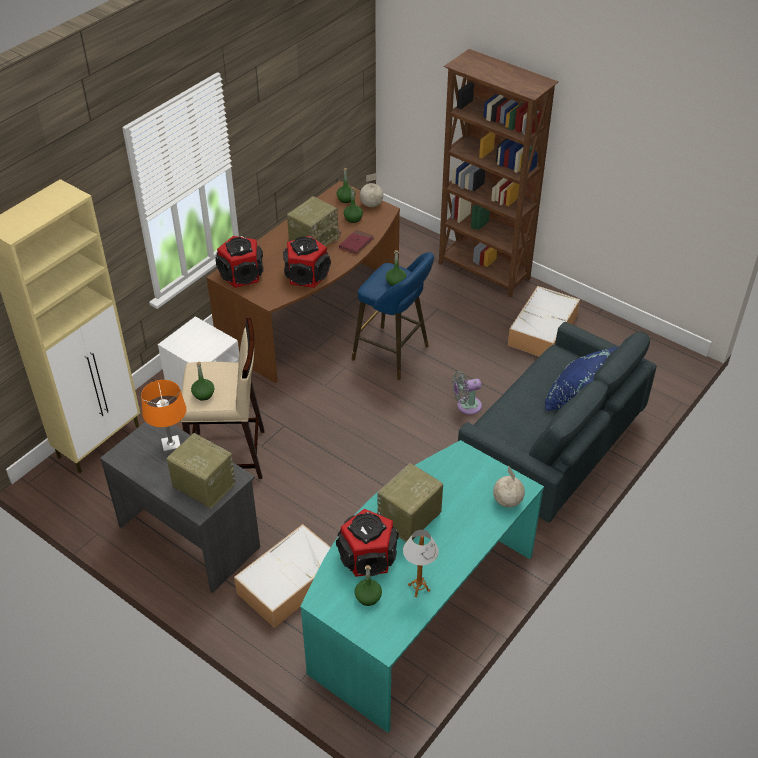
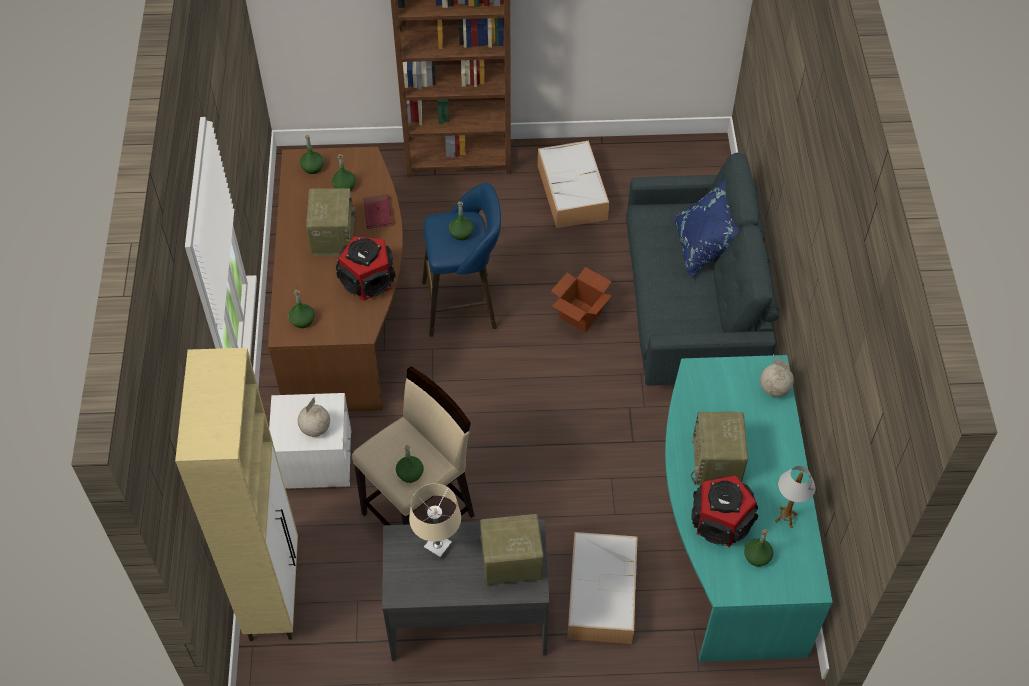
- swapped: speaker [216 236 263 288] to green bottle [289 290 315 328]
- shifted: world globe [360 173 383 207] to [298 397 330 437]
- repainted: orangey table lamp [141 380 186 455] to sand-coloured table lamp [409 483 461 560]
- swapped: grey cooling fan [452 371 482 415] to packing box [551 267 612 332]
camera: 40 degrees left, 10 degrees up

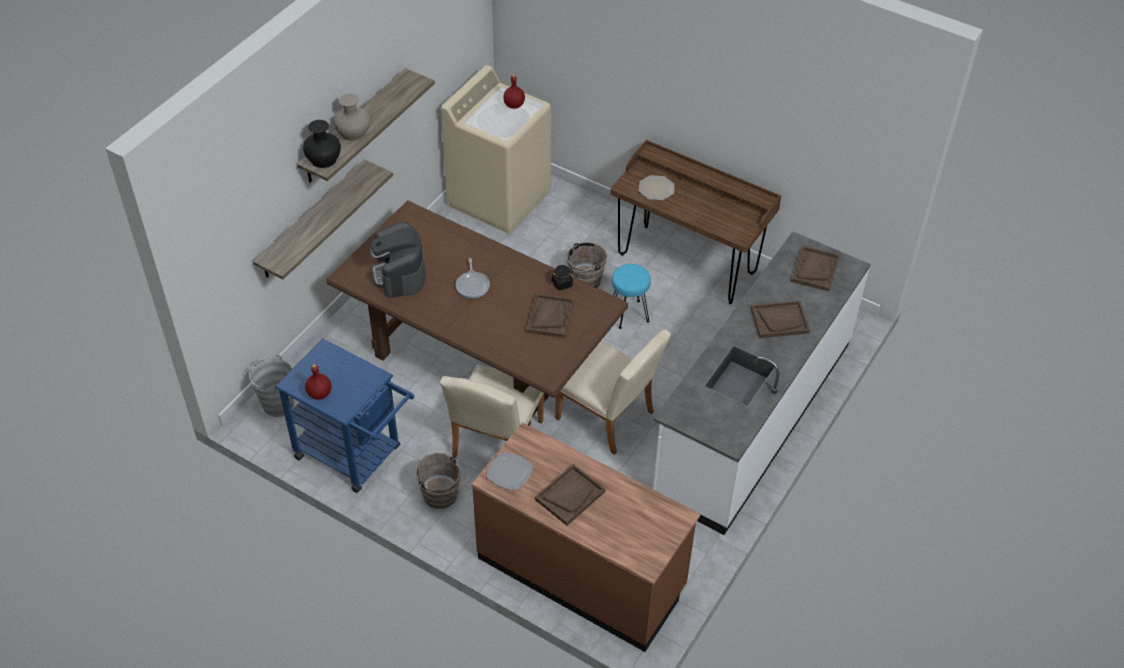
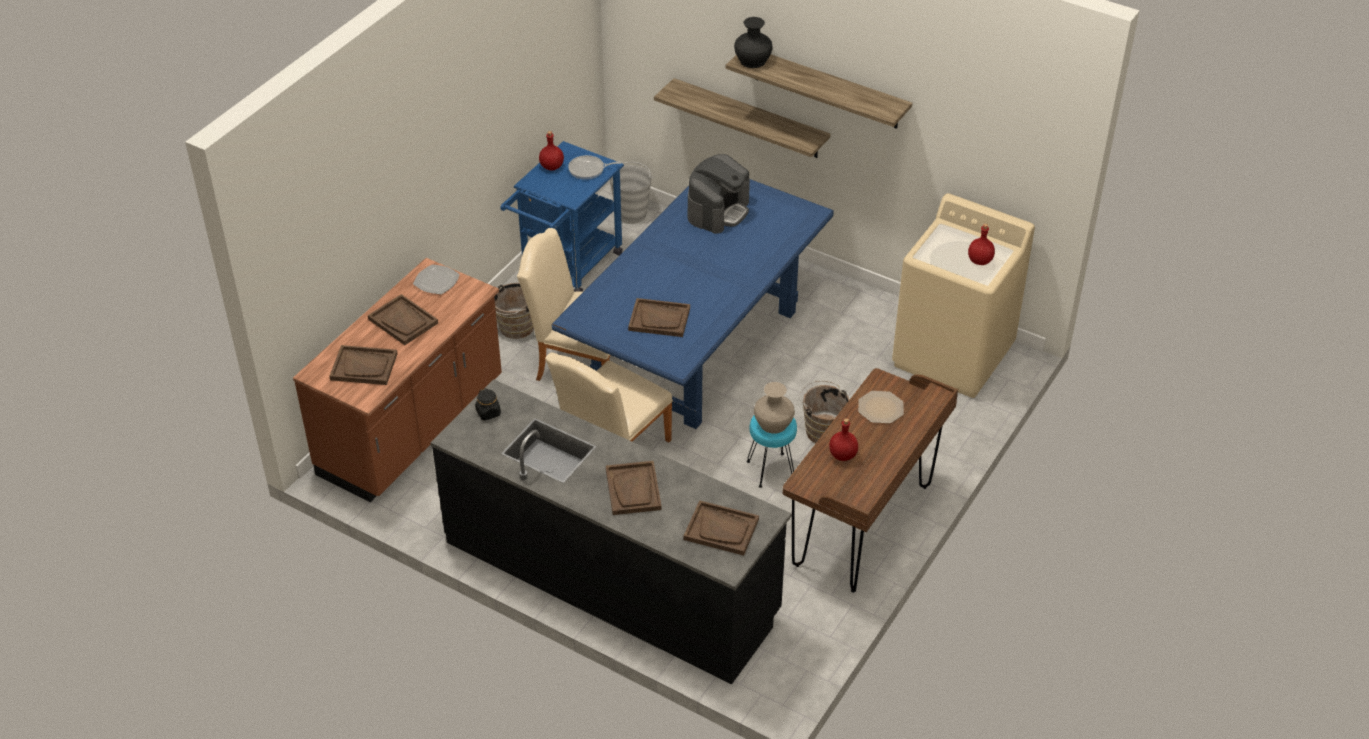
- new: brown tray [329 345 397 385]
- repainted: whitish kitchen base unit [653 231 871 535] to black-coloured kitchen base unit [430 379 791 685]
- shifted: black-coloured storage jar [551 265 574 290] to [475 388 501 421]
- repainted: brown dining table [326 200 628 426] to blue dining table [552 179 834 429]
- shifted: pan [456 258 490 299] to [568 155 622 180]
- rotated: coffee brewer [370 222 425 298] = [687 154 750 234] 135 degrees clockwise
- shifted: sand-coloured decorative vase [333 93 370 141] to [754 382 795 434]
- new: red bottle [829 418 858 461]
camera: 90 degrees right, 5 degrees down

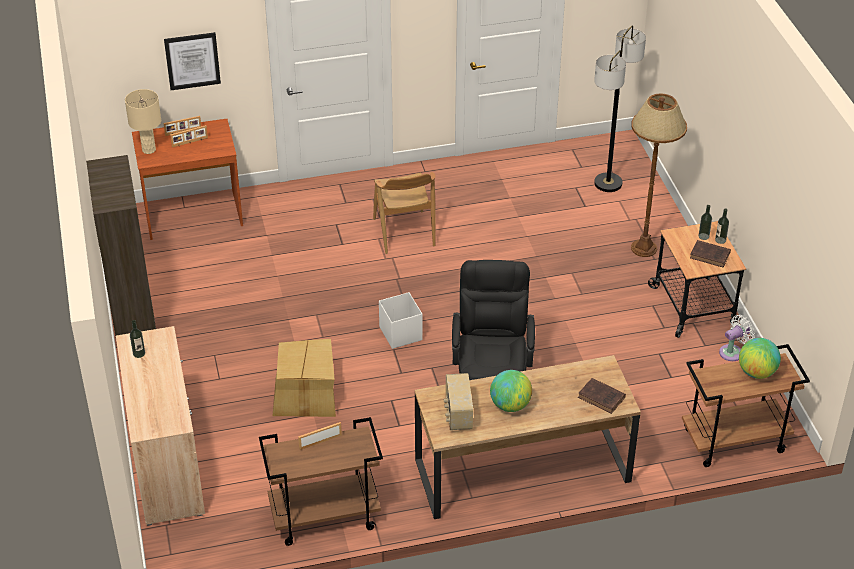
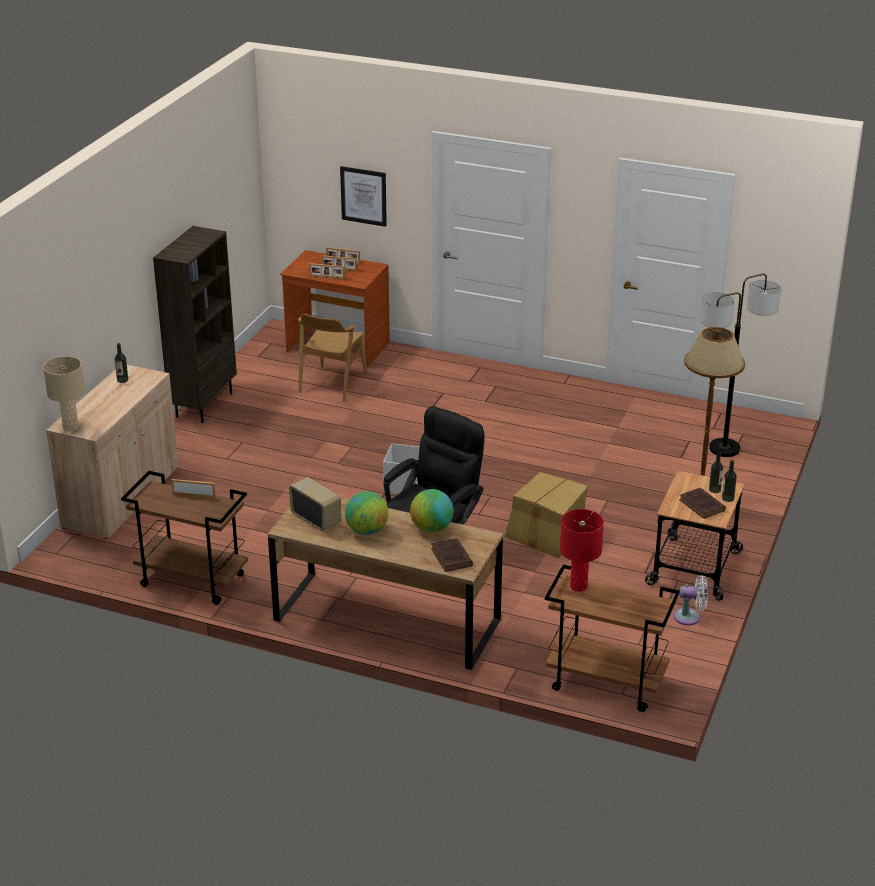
- shifted: sand-coloured table lamp [125 89 161 154] to [43 356 85 431]
- rotated: radio receiver [444 373 473 430] = [289 477 341 531] 105 degrees clockwise
- shifted: brown upright chair [373 172 436 254] to [298 314 367 402]
- new: standing frame [309 263 345 280]
- shifted: world globe [739 338 781 379] to [410 489 453 532]
- shifted: packing box [273 339 336 417] to [505 472 588 558]
- new: red table lamp [560 509 604 592]
camera: 35 degrees right, 10 degrees down

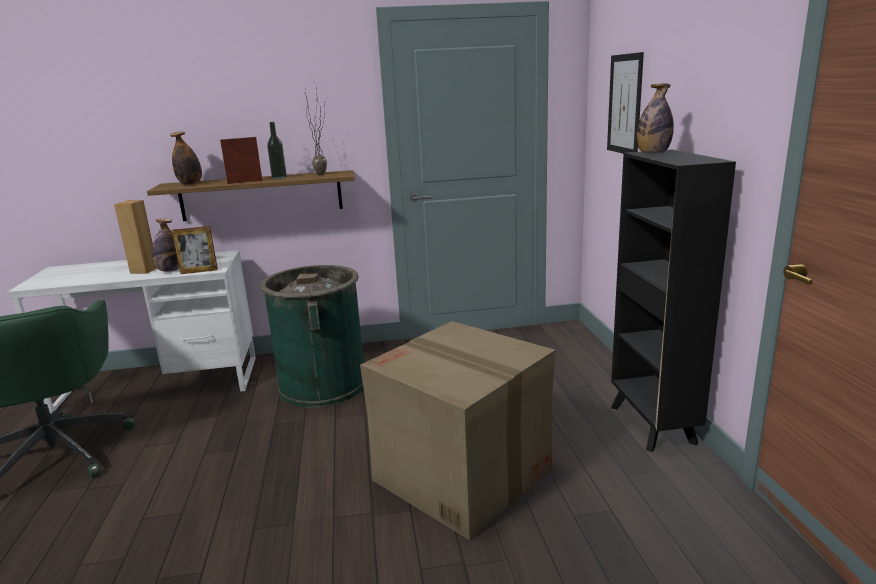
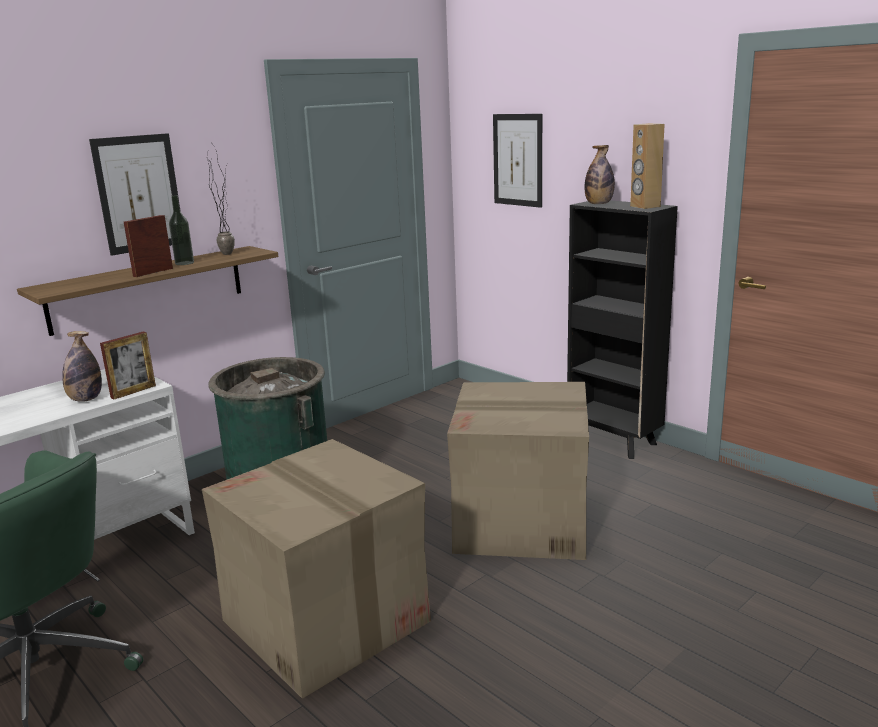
- new: picture [89 133 180 256]
- new: packing box [202 439 431 699]
- shifted: brown speaker [114 200 157 274] to [630 123 665 209]
- gone: bottle [170 132 202 185]
camera: 35 degrees left, 0 degrees up

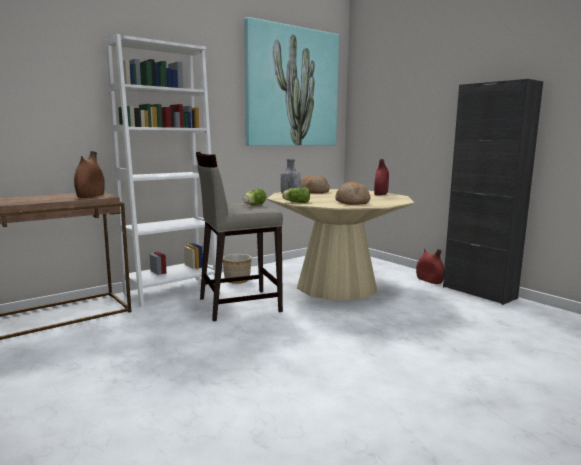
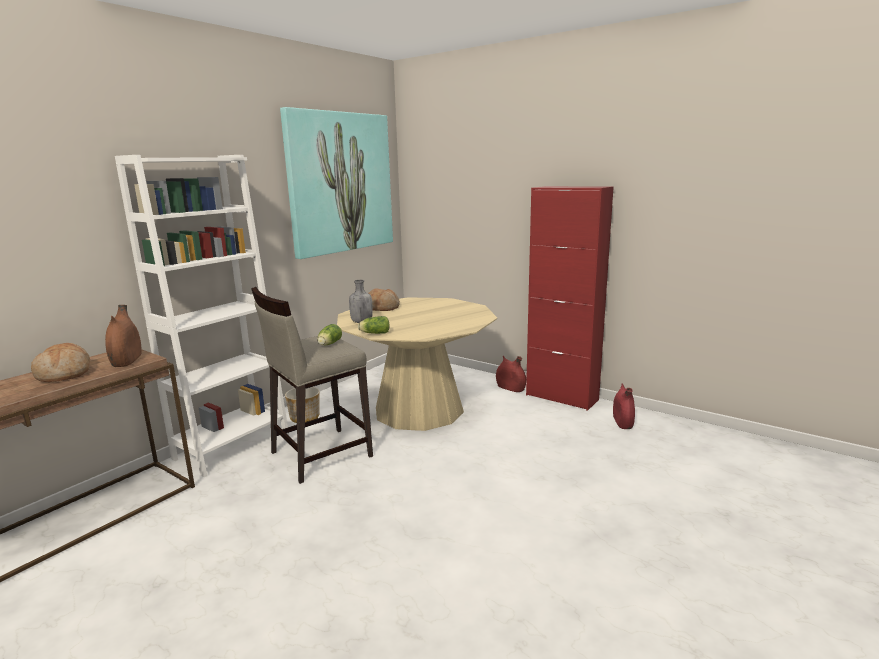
- shifted: baked bread [335 182 370 205] to [31 343 90 382]
- repainted: black-coloured cupboard [443 79 543 305] to red cupboard [526 186 613 411]
- shifted: red decorative vase [374 159 389 195] to [613 383 635 429]
camera: 15 degrees left, 5 degrees up

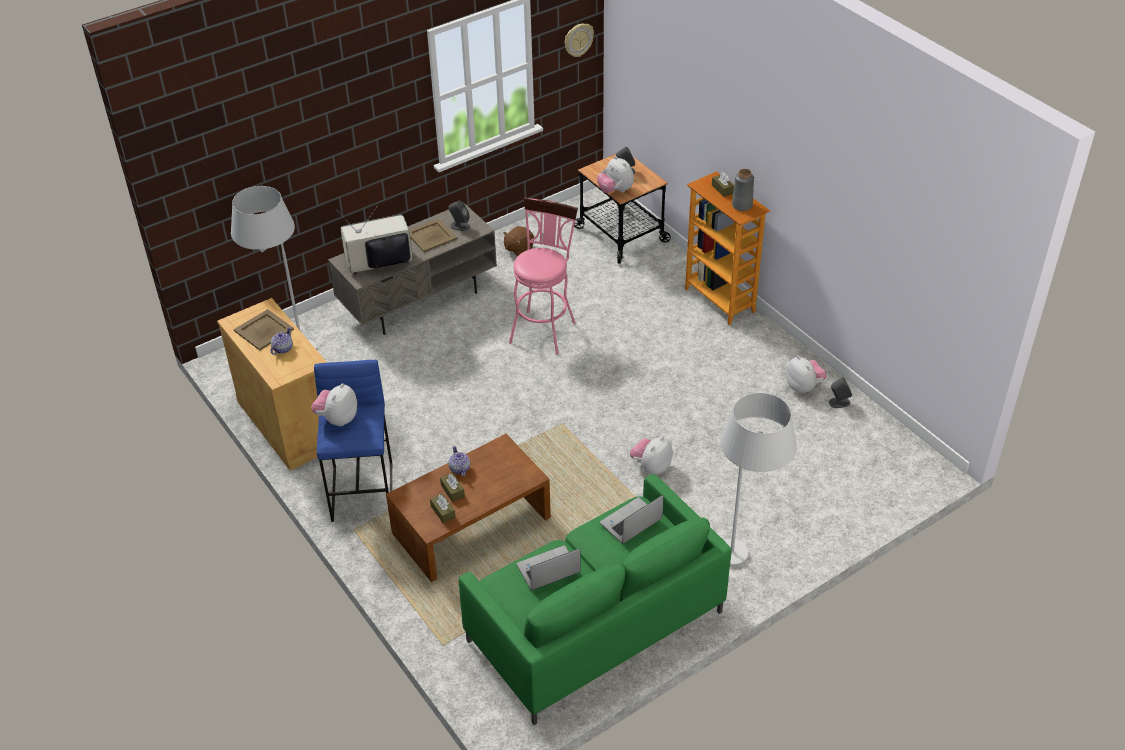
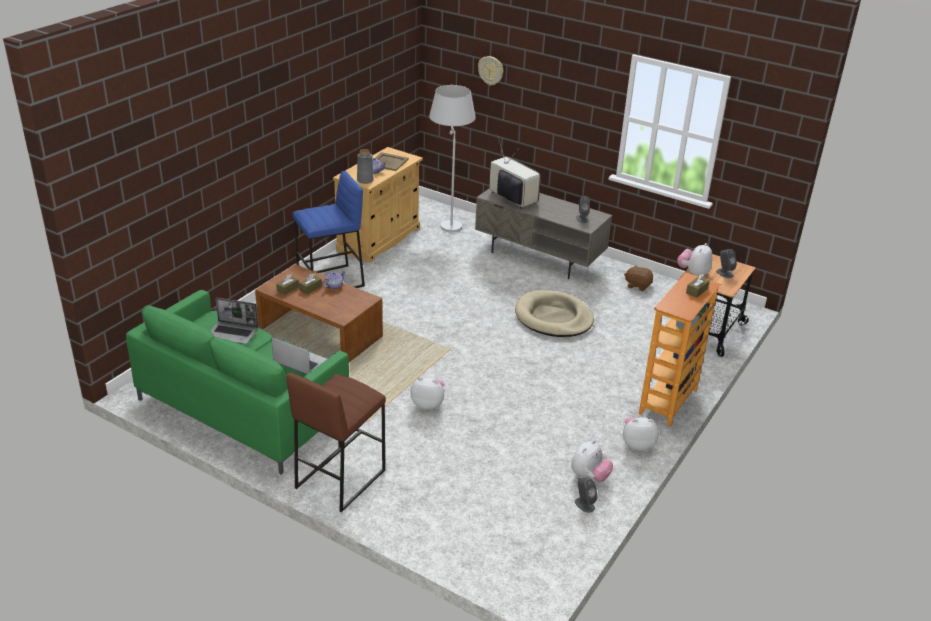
- rotated: laptop [517 546 581 590] = [211 298 258 344] 150 degrees clockwise
- swapped: whitish standing lamp [721 393 797 567] to brown stool [286 372 386 512]
- shifted: grey decorative vase [732 169 754 211] to [357 149 374 184]
- shifted: clock on the wall [564 24 594 57] to [478 56 503 85]
- swapped: pink stool [509 197 578 354] to sand-coloured dog bed [515 290 594 337]
- shifted: soft toy [311 383 357 426] to [623 417 659 451]
- gone: sand-coloured tray [409 218 457 252]
camera: 65 degrees right, 10 degrees down

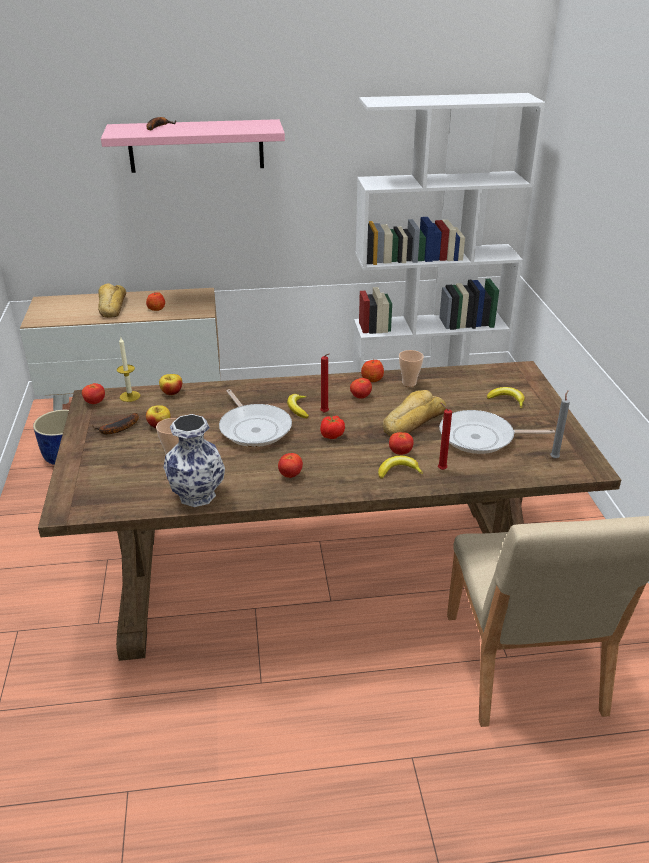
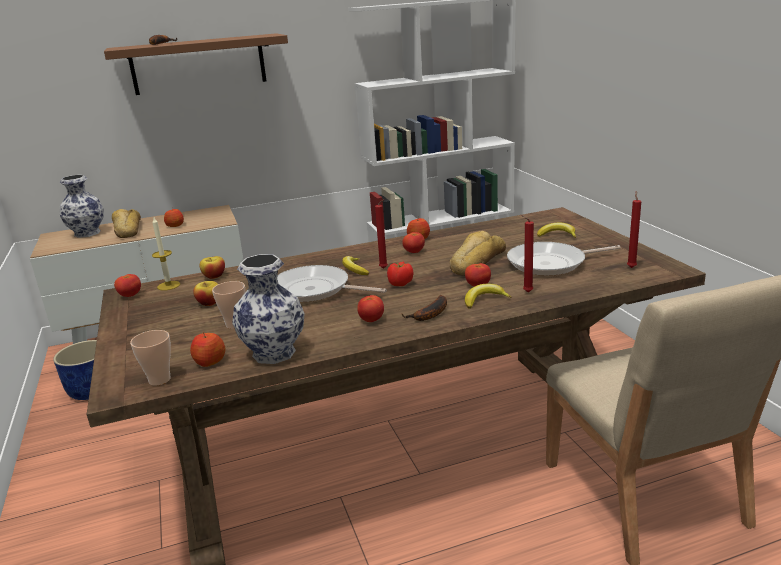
- new: decorative vase [60 175 104 238]
- repainted: pink wall shelf [101 119 285 173] to brown wall shelf [104 33 288 95]
- shifted: drinking cup [399 350 424 387] to [130 330 171 386]
- new: apple fruit [190 332 225 367]
- rotated: pan [219 389 292 447] = [277 265 387 302] 150 degrees clockwise
- shifted: banana fruit [92 413 139 434] to [401 295 447 321]
- repainted: grey candle [550 390 570 459] to red candle [627 191 641 268]
camera: 10 degrees left, 10 degrees down

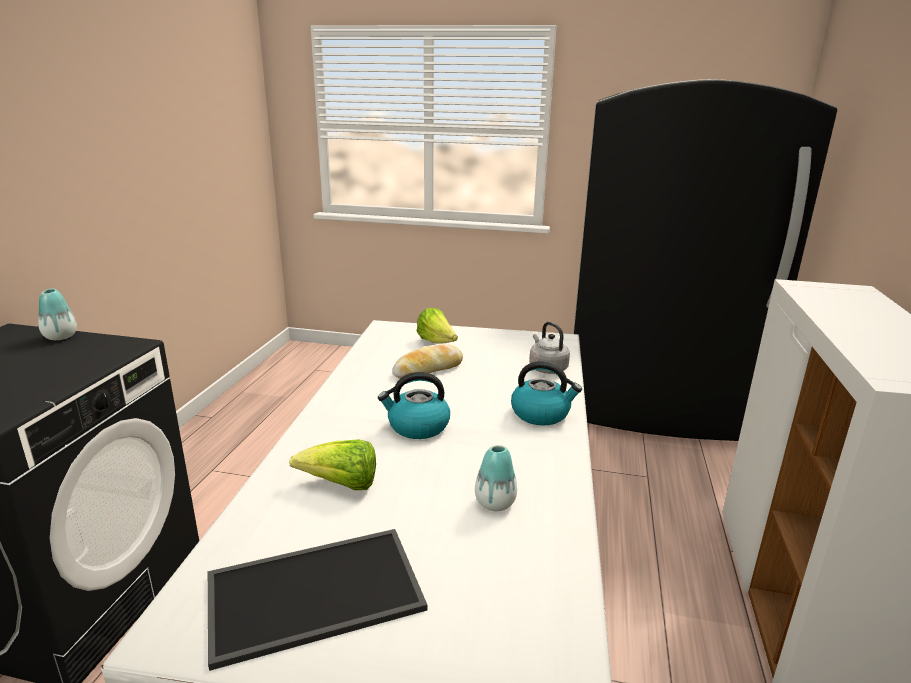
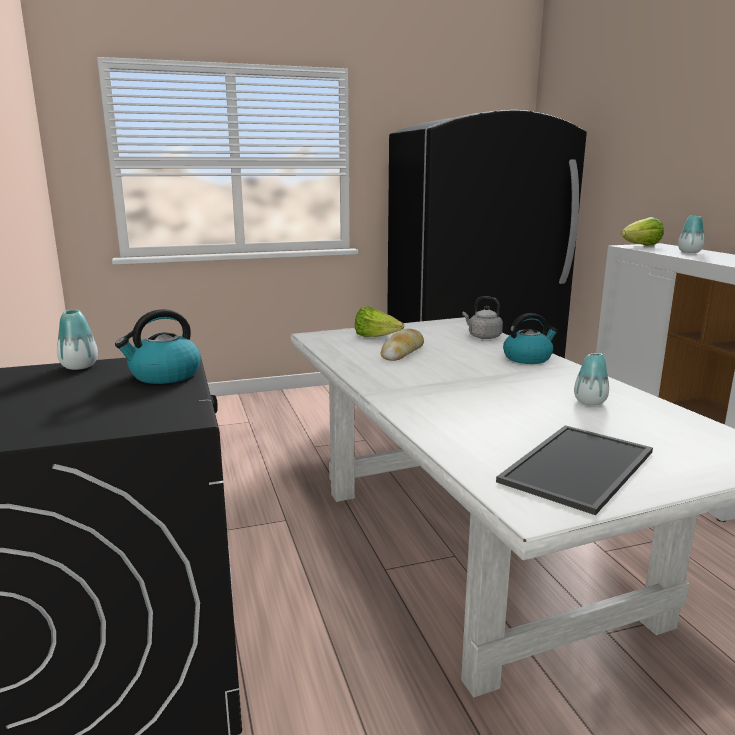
- shifted: water kettle [378 372 450 439] to [115 309 201 384]
- shifted: lettuce [289 439 376 490] to [622 217 664 246]
- new: decorative vase [678 215 705 253]
camera: 30 degrees left, 5 degrees down

